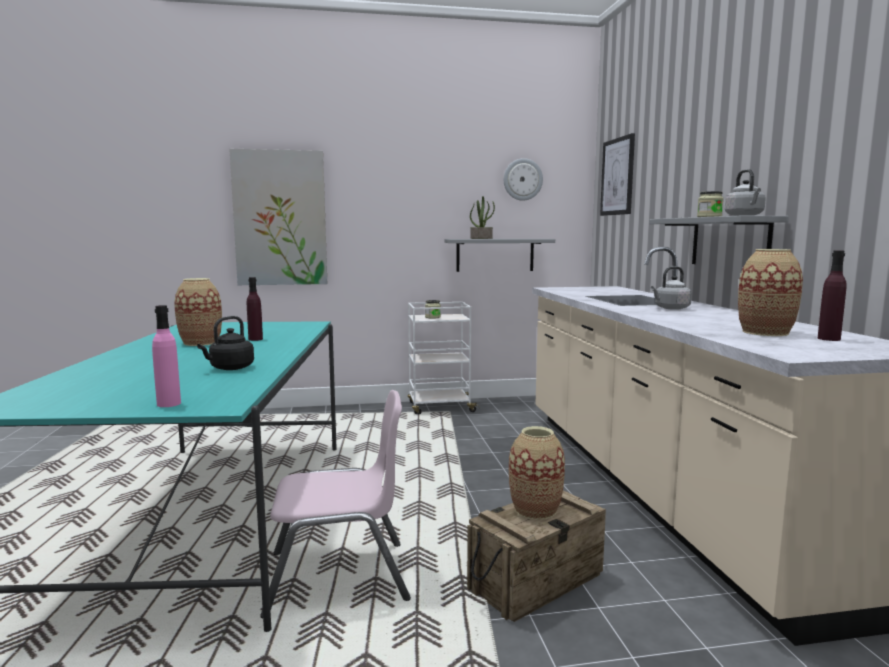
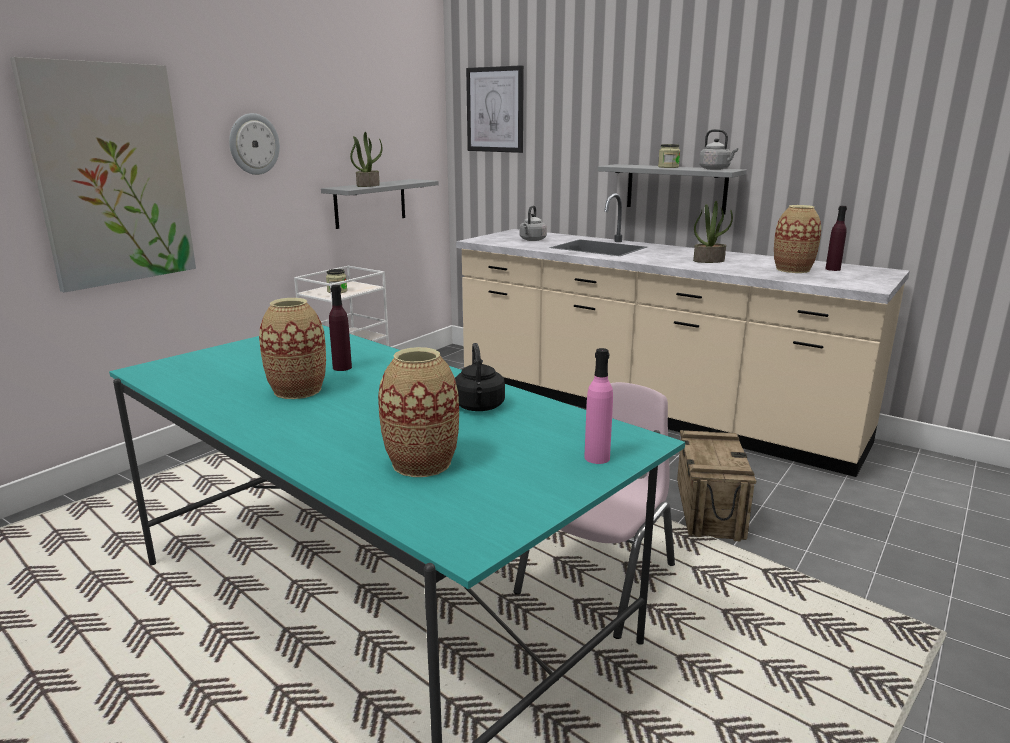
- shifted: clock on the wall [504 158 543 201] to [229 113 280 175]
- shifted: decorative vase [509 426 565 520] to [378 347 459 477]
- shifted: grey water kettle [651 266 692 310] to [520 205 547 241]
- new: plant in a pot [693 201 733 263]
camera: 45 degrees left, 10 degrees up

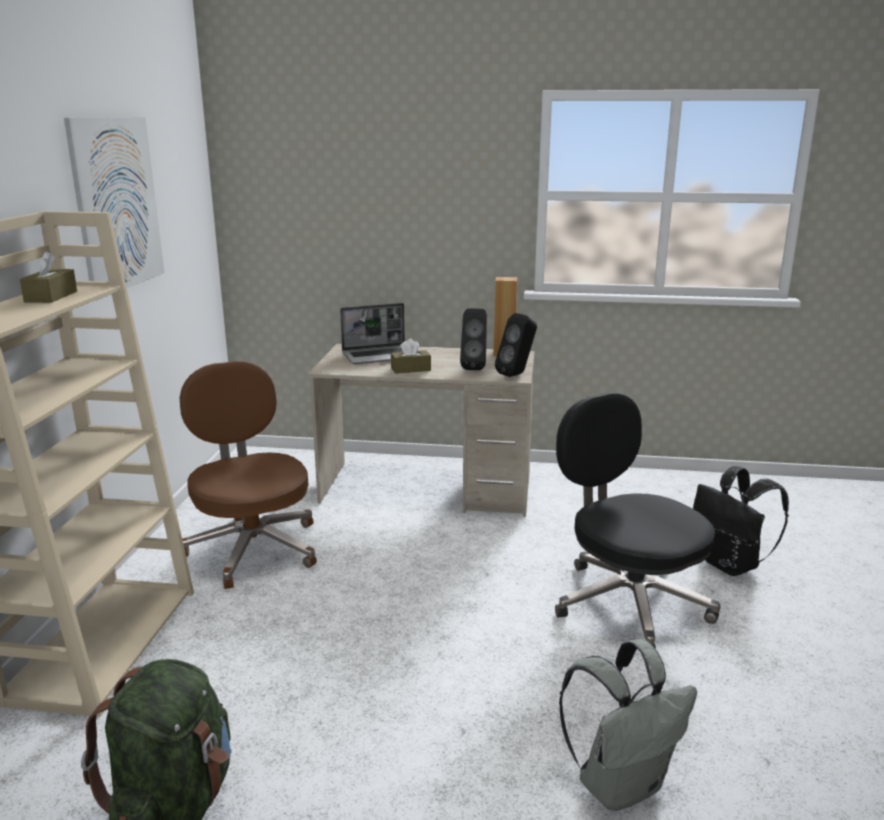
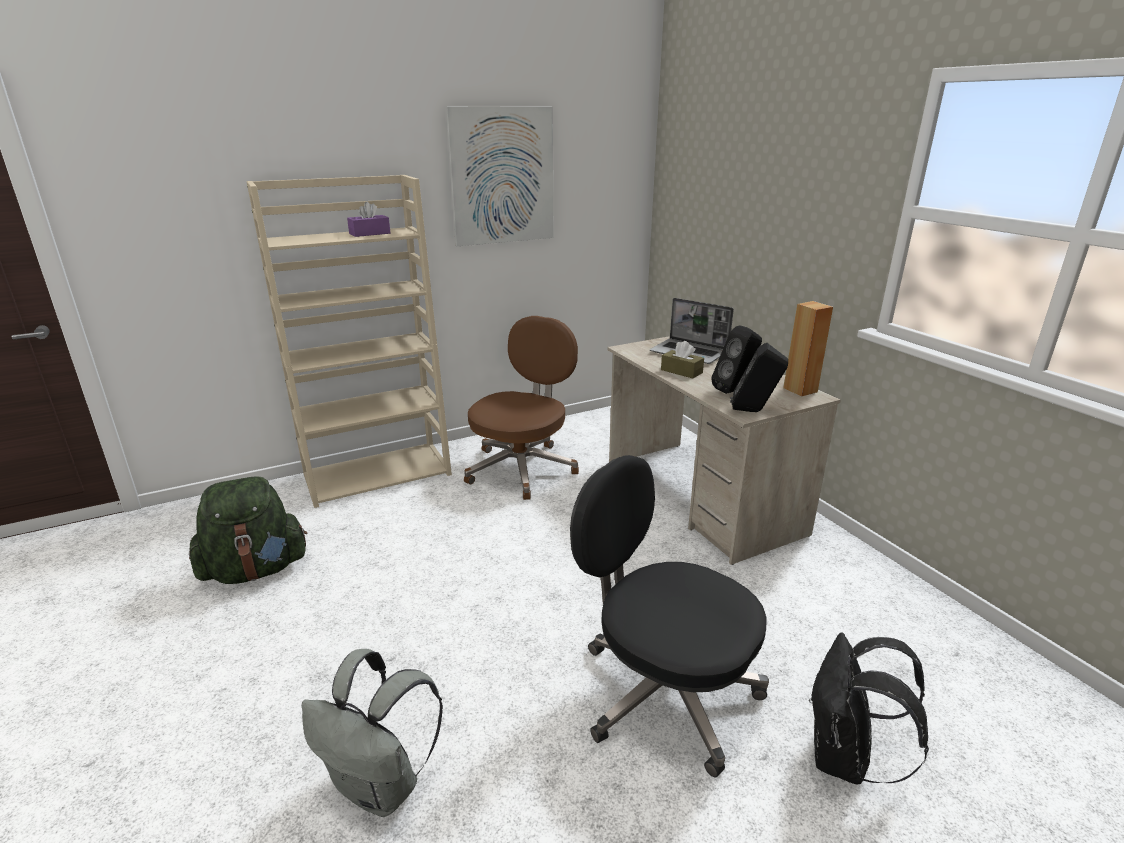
- repainted: brown tissue box [20 251 77 303] to purple-coloured tissue box [347 201 390 237]
- rotated: black-coloured desk chair [555 392 721 649] = [570 455 769 777] 75 degrees counterclockwise
camera: 55 degrees right, 5 degrees up

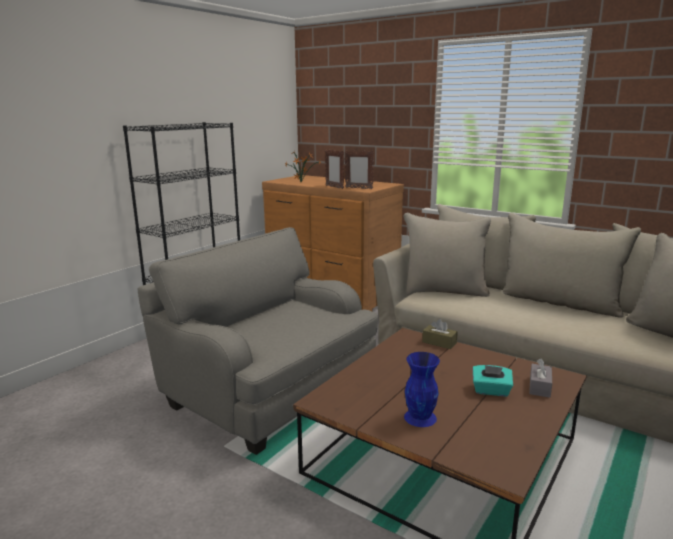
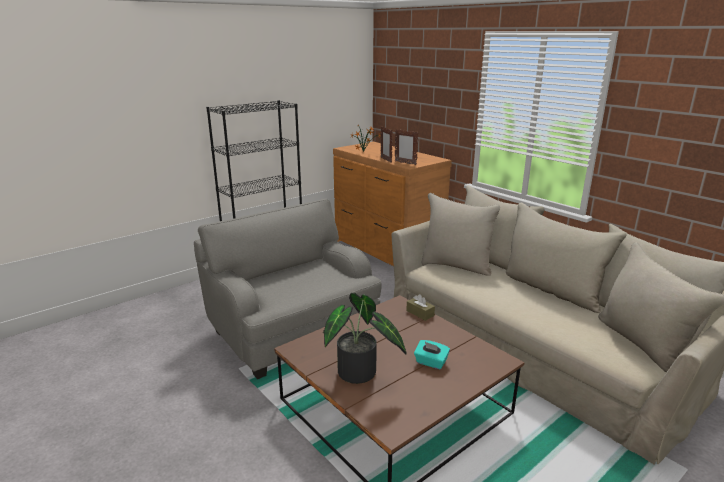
- swapped: blue decorative vase [404 352 440 427] to plant in a pot [323 293 406 384]
- gone: grey tissue box [529 359 552 398]
camera: 15 degrees right, 5 degrees up

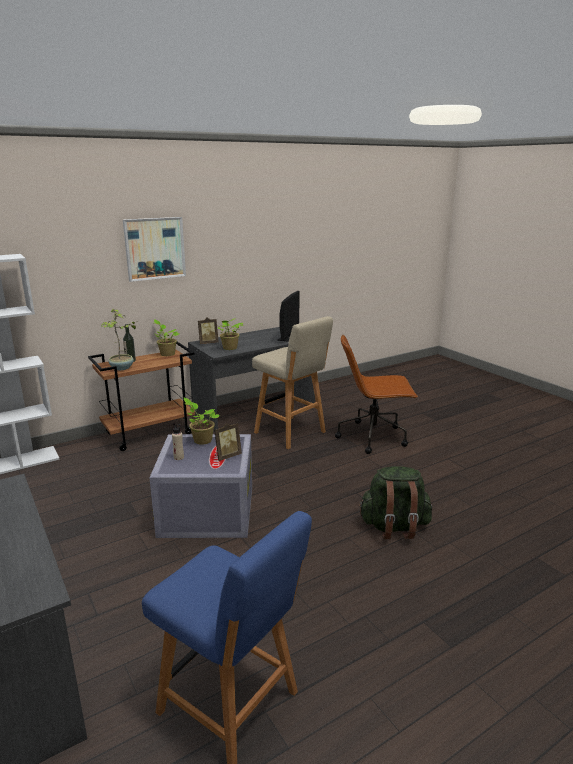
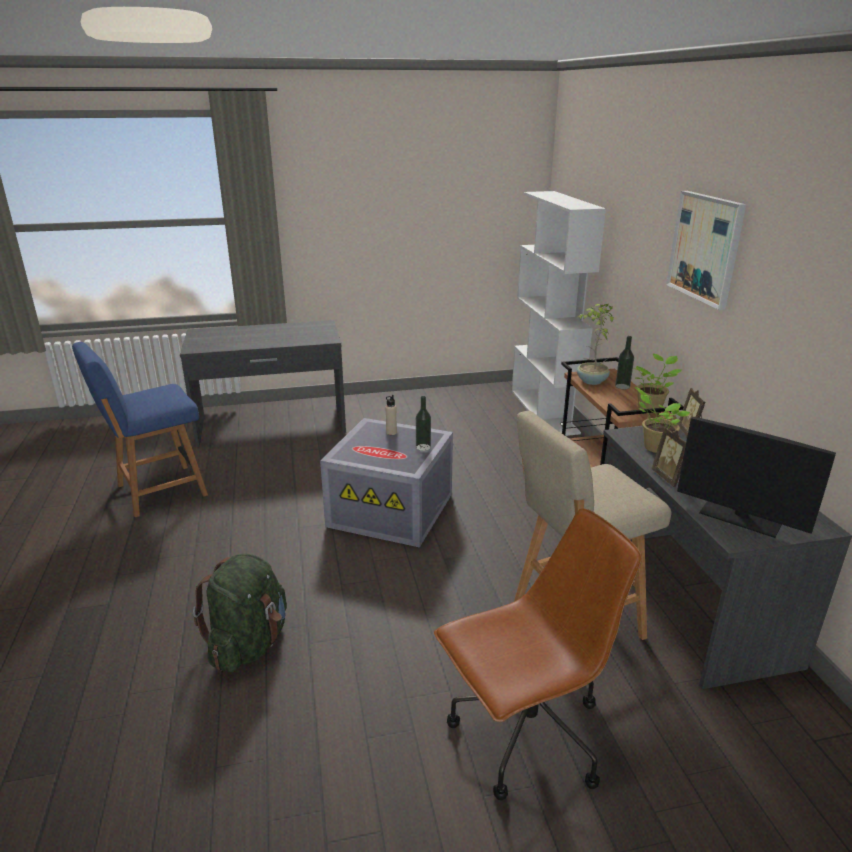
- swapped: plant in a pot [184 398 220 445] to bottle [416 396 431 451]
- rotated: brown desk chair [335 335 418 454] = [434 508 642 801] 45 degrees clockwise
- shifted: standing frame [214 423 242 461] to [652 427 686 487]
camera: 110 degrees right, 5 degrees up

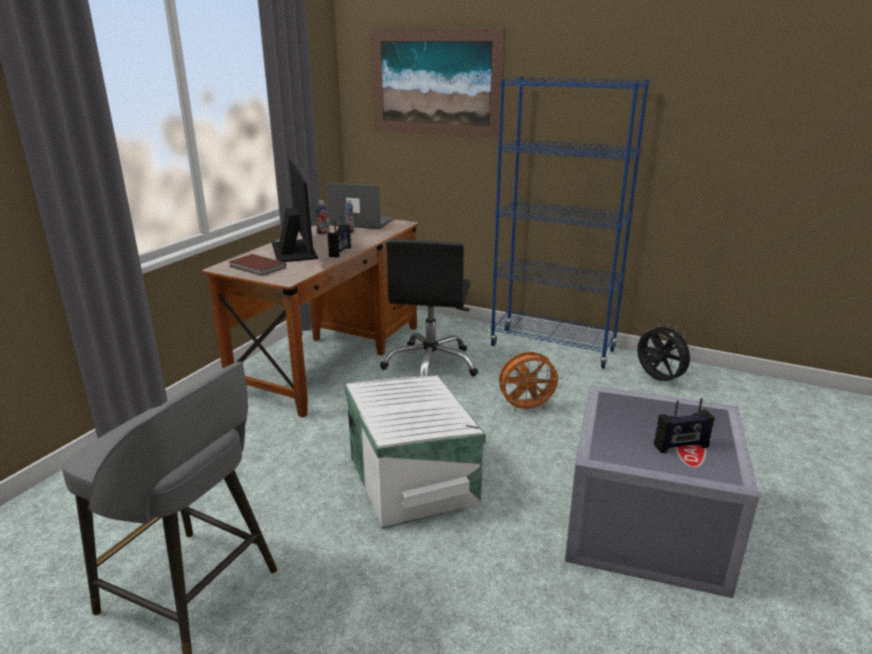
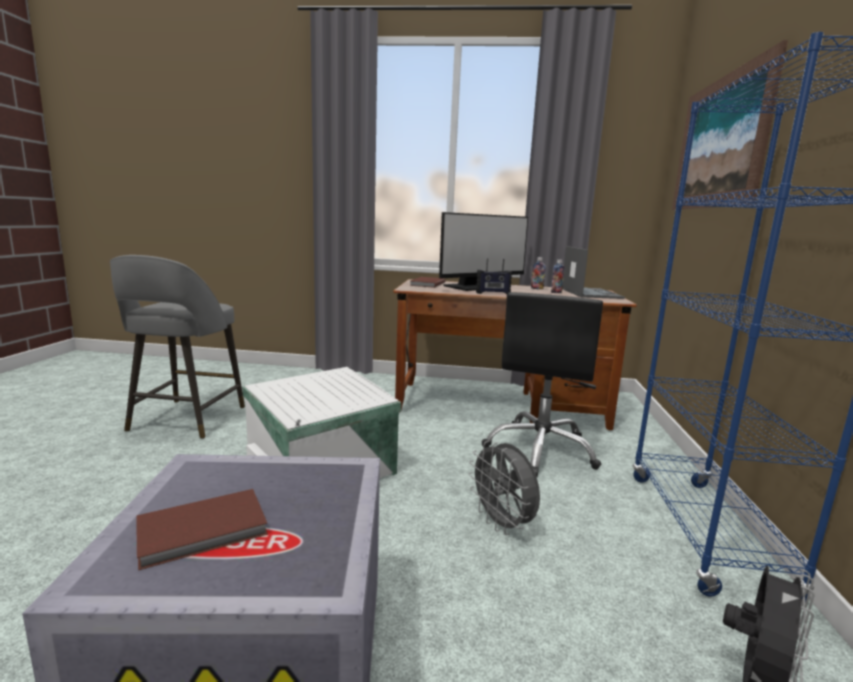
- swapped: radio receiver [654 398 715 453] to brown bound book [136 489 268 570]
- repainted: orangey cooling fan [499 352 563 414] to grey cooling fan [468 441 540 535]
- rotated: black-coloured desk chair [380 239 478 377] = [482 292 603 477] 60 degrees counterclockwise
camera: 70 degrees right, 10 degrees down

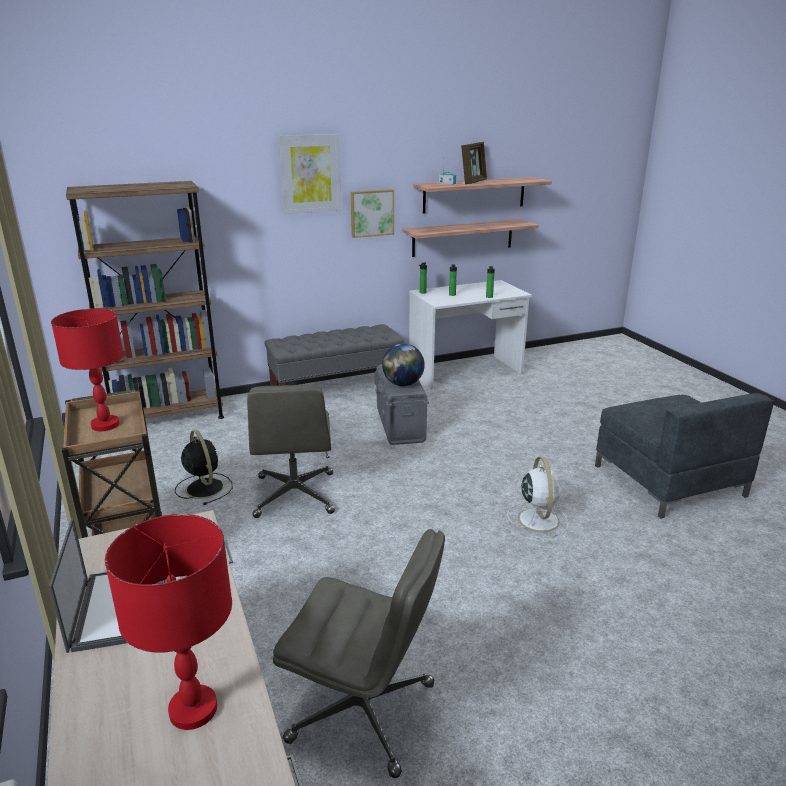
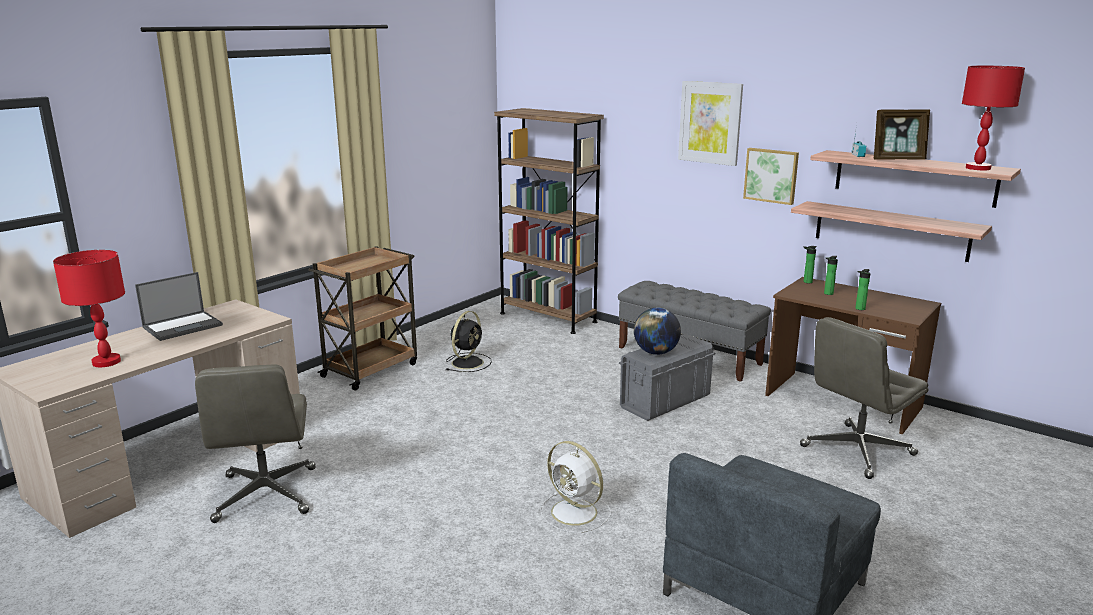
- rotated: whitish cooling fan [507 457 568 539] = [540 441 611 533] 75 degrees clockwise
- repainted: whitish desk table [409 280 532 390] to brown desk table [765 277 941 434]
- shifted: grey desk chair [247 385 335 518] to [800 317 929 479]
- shifted: red table lamp [51 308 124 431] to [962 66 1025 170]
camera: 60 degrees right, 5 degrees down

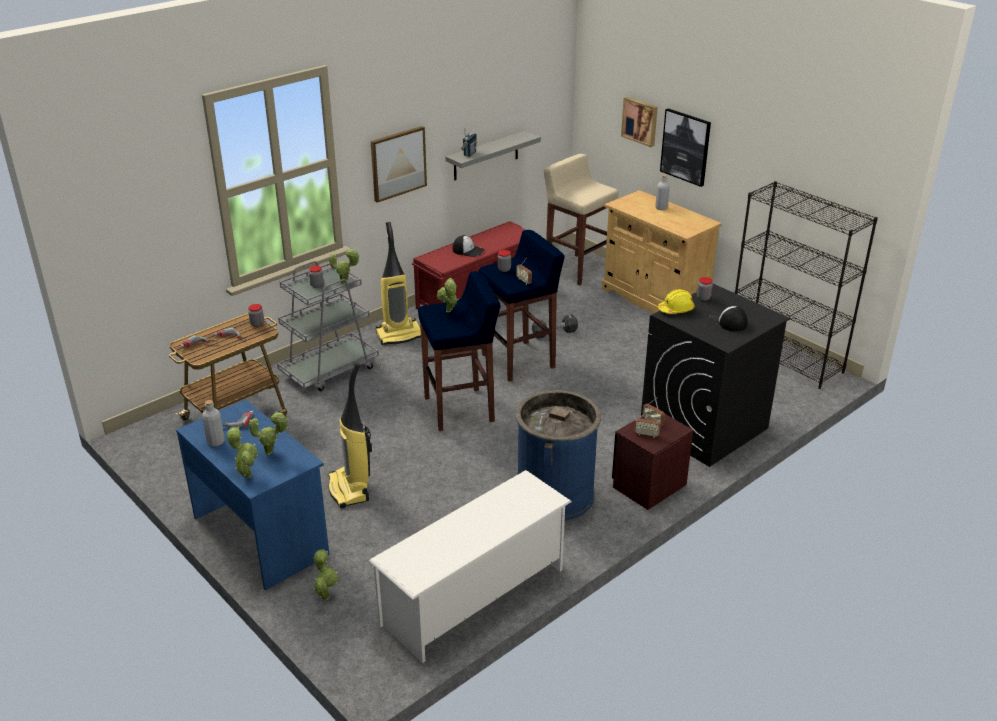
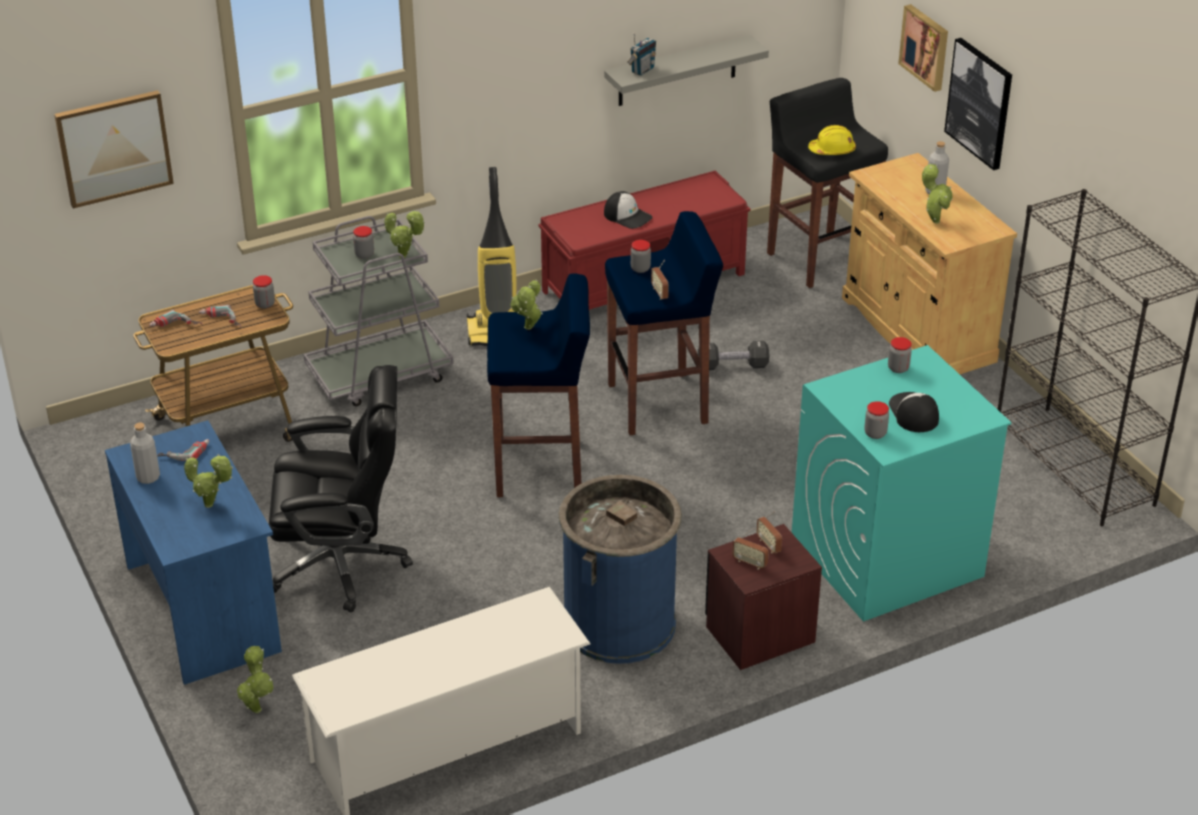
- shifted: picture [371 126 427 203] to [54 90 174 208]
- swapped: vacuum cleaner [328 362 372 509] to black-coloured desk chair [269 365 413 613]
- repainted: sand-coloured stool [543 154 618 286] to black-coloured stool [767 78 888 288]
- repainted: black-coloured laundry appliance [641 284 790 467] to turquoise laundry appliance [792 345 1011 622]
- shifted: yellow hard hat [658 289 695 314] to [808 125 856 155]
- new: storage jar [864 401 889 439]
- shifted: plant in a pot [227 427 258 478] to [922 164 953 223]
camera: 15 degrees right, 5 degrees up

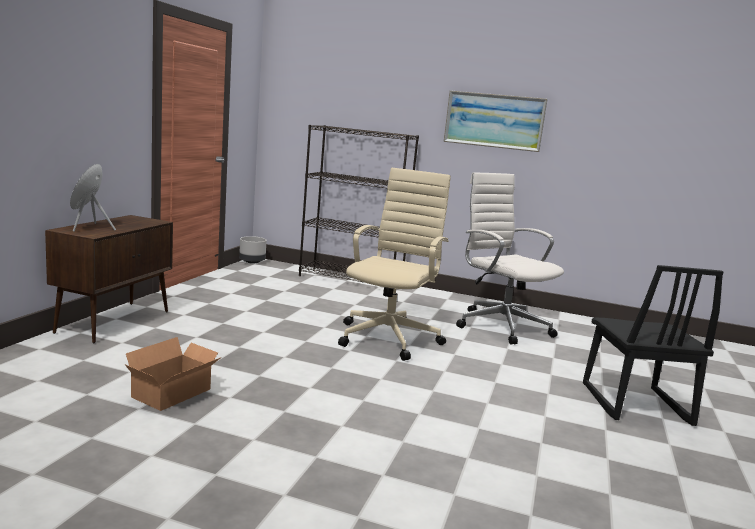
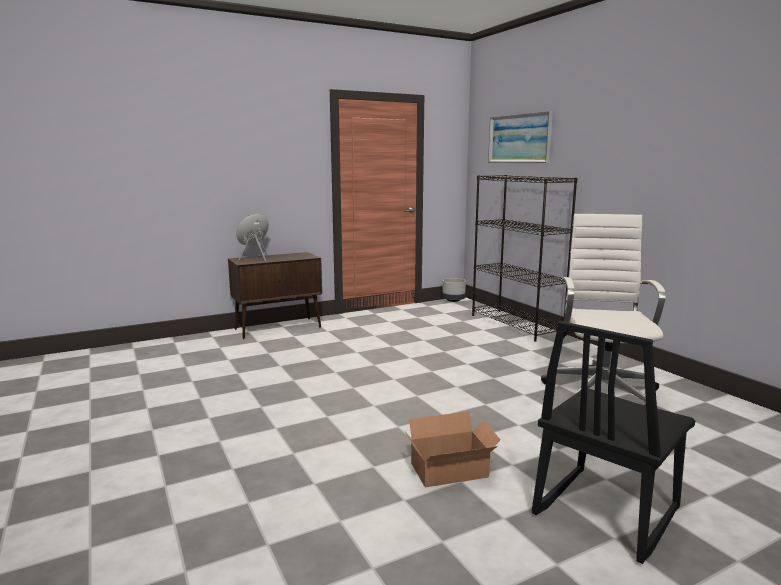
- shifted: packing box [125 337 222 411] to [404 411 501 488]
- shifted: picture [444 90 548 152] to [488 111 553 163]
- gone: sand-coloured desk chair [338 168 451 361]
camera: 45 degrees right, 0 degrees up

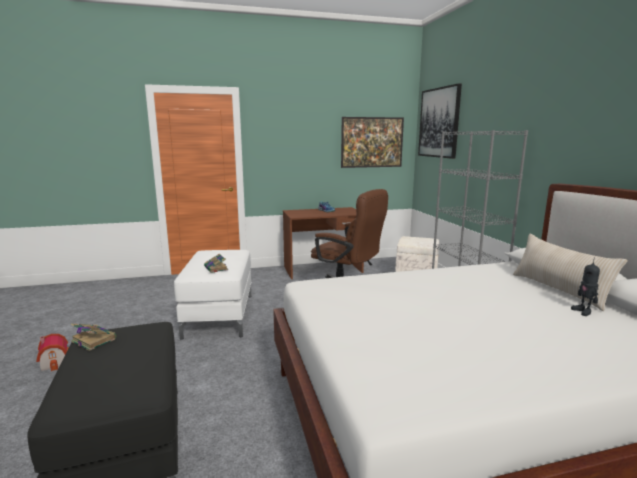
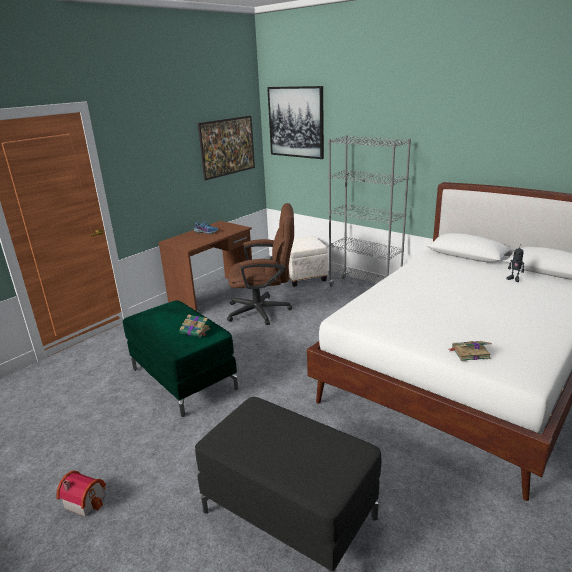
- repainted: whitish footrest [174 250 251 339] to green footrest [123 300 238 417]
- shifted: bound book [71 324 116 351] to [449 341 492 361]
- gone: sand-coloured throw pillow [513 234 628 311]
camera: 35 degrees left, 10 degrees up

